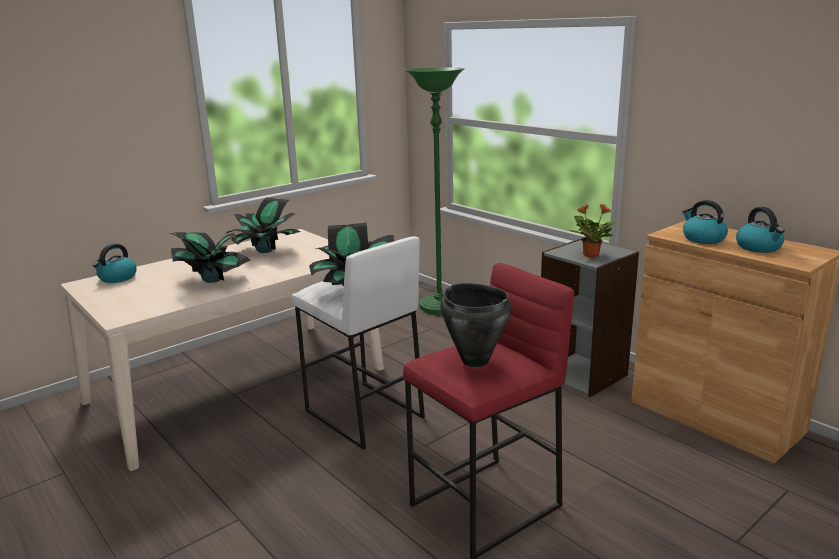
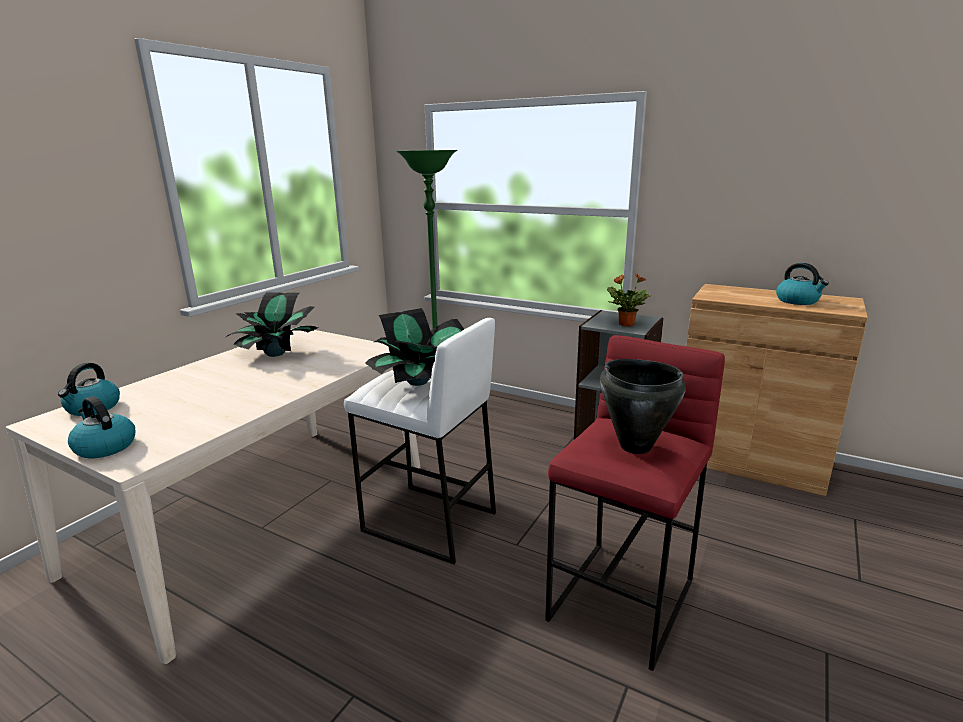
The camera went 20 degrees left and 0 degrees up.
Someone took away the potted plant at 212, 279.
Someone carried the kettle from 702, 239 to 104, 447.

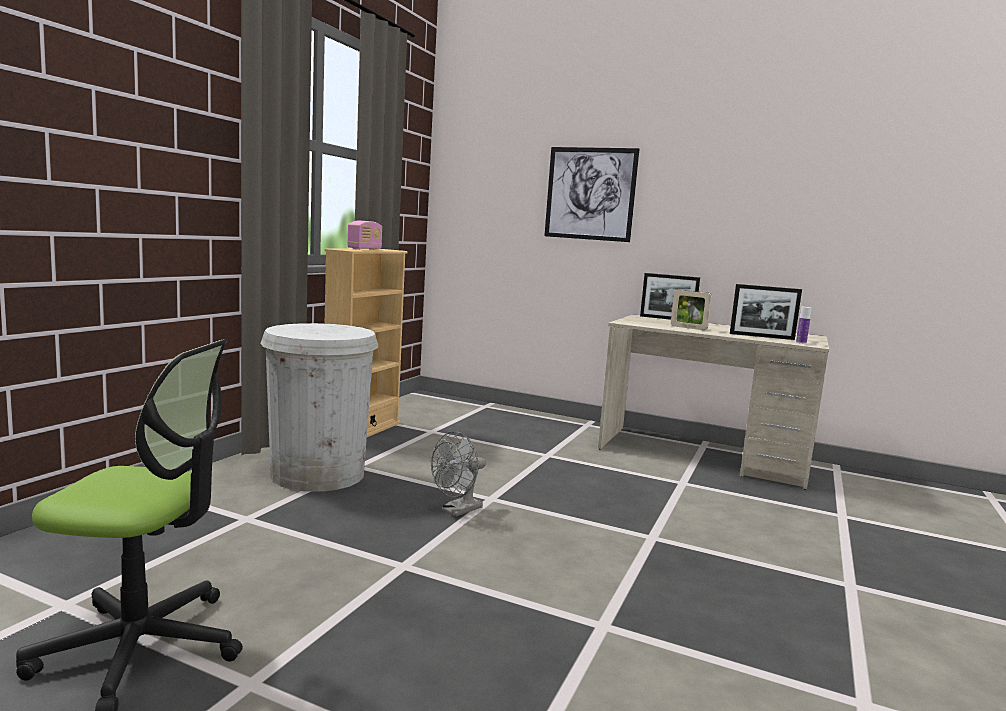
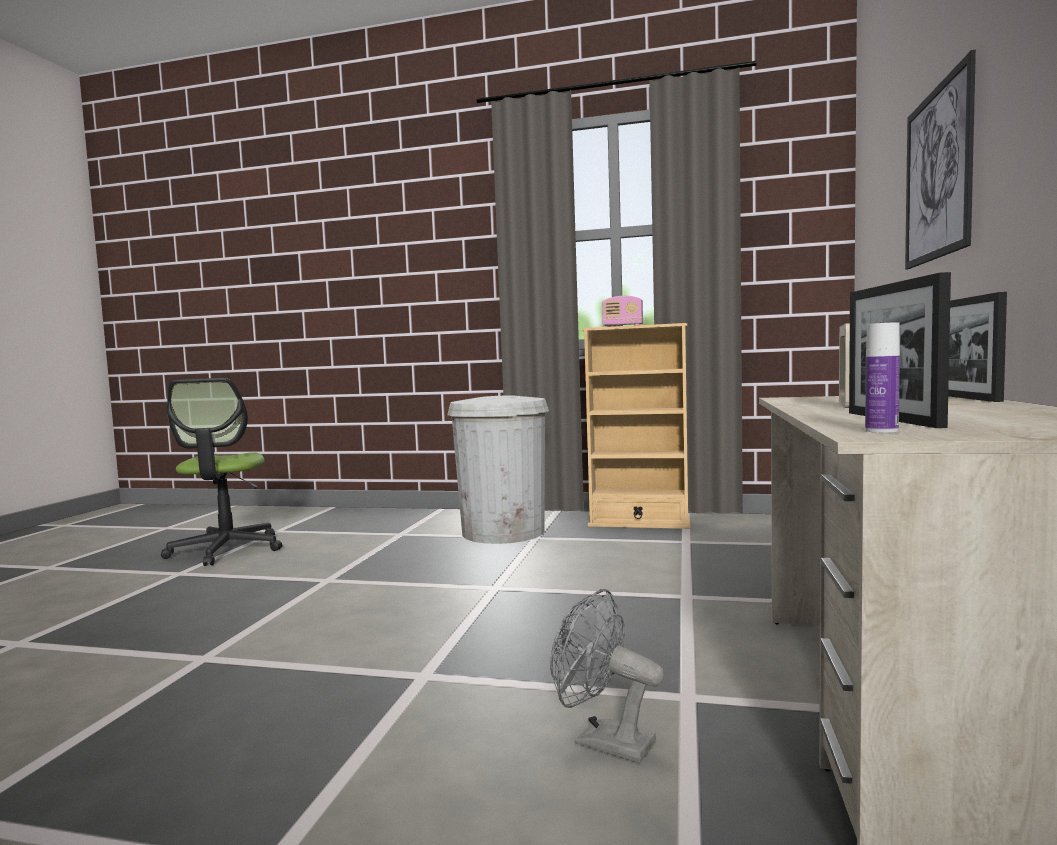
The camera went 80 degrees right and 5 degrees down.
Someone carried the fan/grey from 457, 511 to 603, 741.

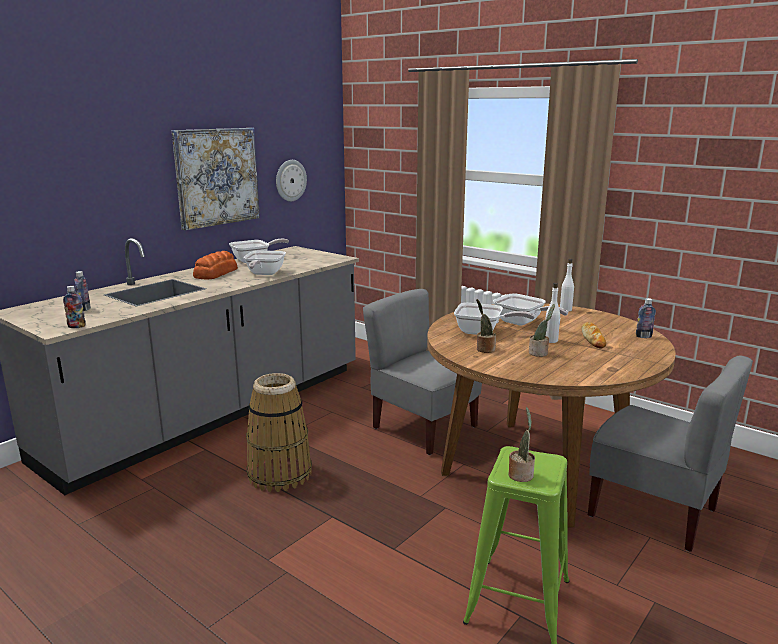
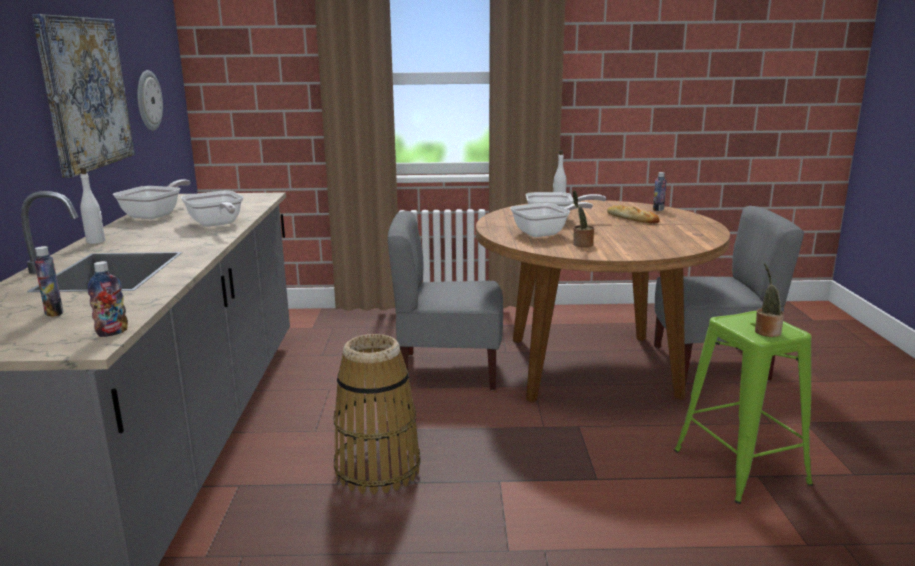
The camera went 40 degrees left and 0 degrees up.
Someone took away the bread at 215, 273.
Someone took away the potted plant at 539, 353.
Someone carried the bottle/white from 551, 340 to 96, 241.

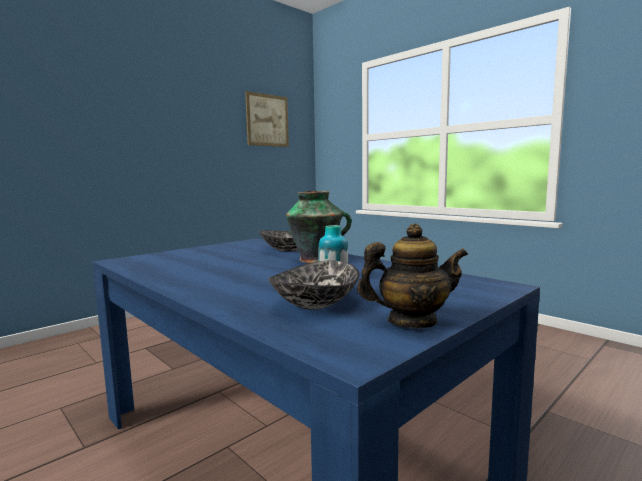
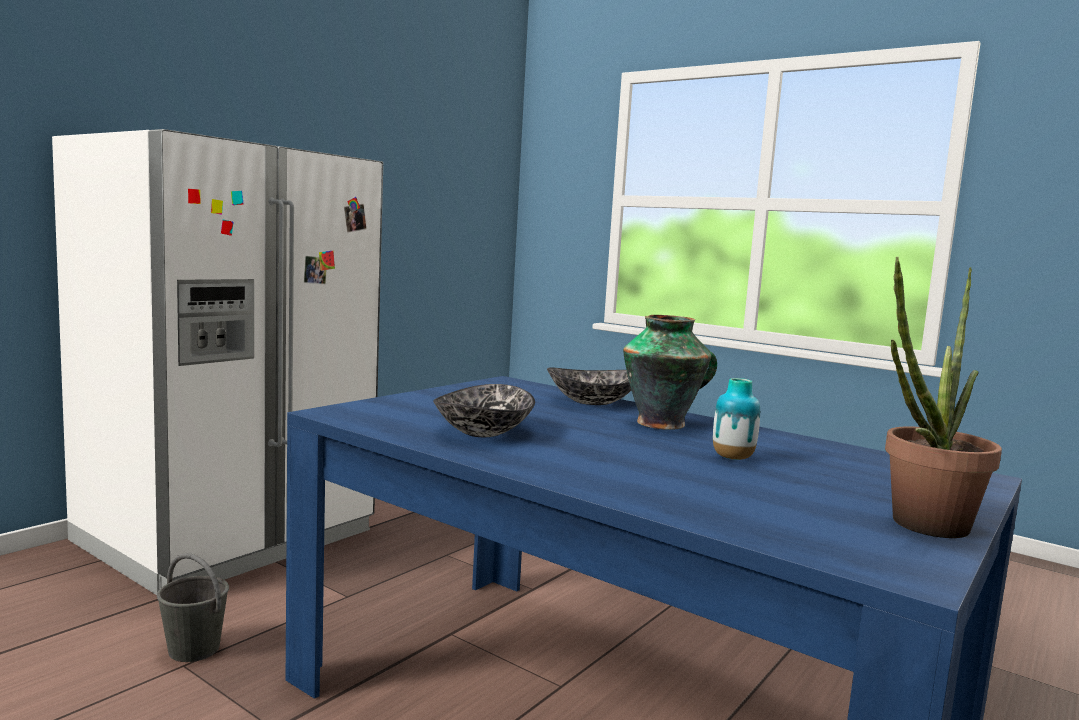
The camera went 10 degrees left and 0 degrees up.
Someone took away the picture at 267, 120.
Someone carried the bowl from 316, 304 to 484, 432.
Someone swapped the teapot at 411, 322 for the potted plant at 921, 527.
Someone put down the fridge/white at 227, 537.
Someone put down the bucket/grey at 193, 649.

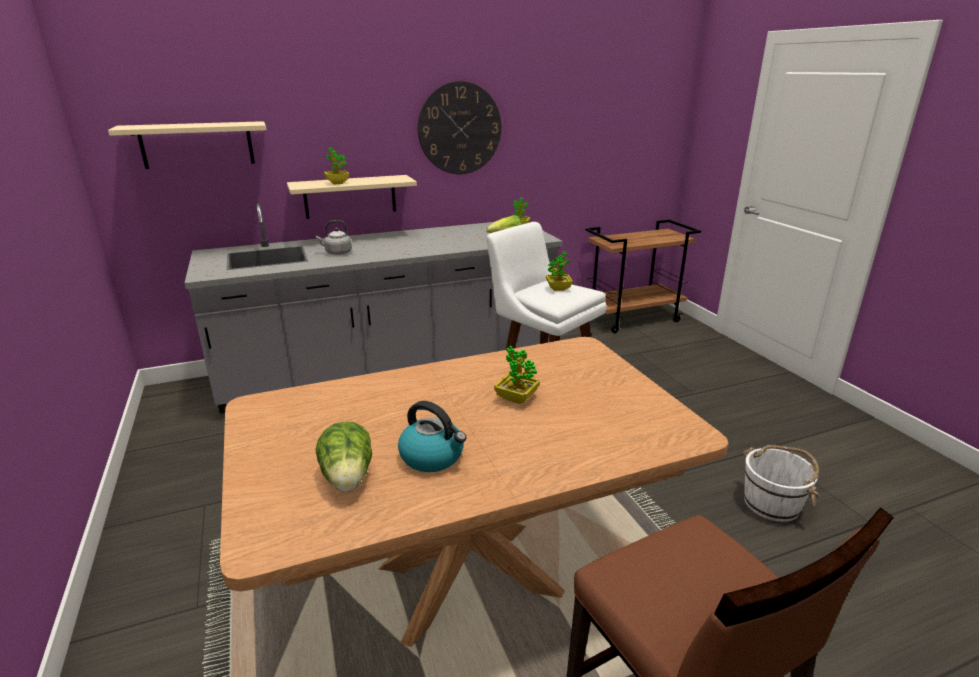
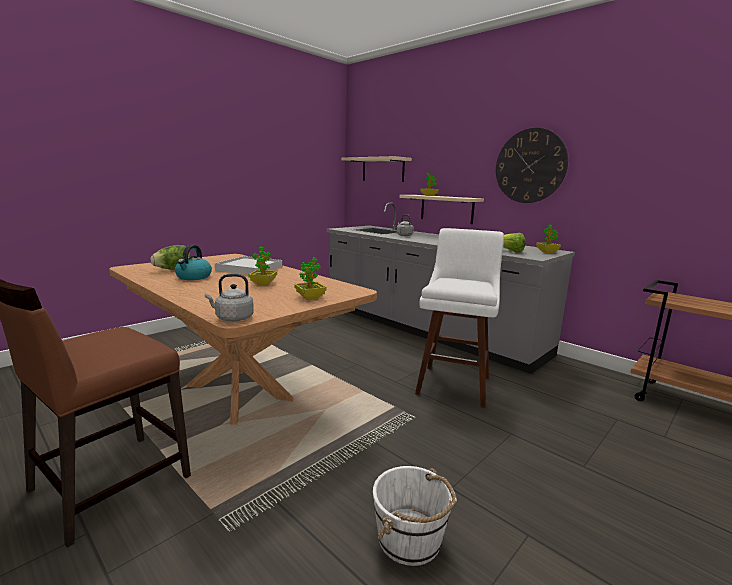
The camera went 65 degrees right and 10 degrees down.
Someone carried the potted plant from 558, 289 to 310, 297.
Someone put down the kettle/grey at 232, 318.
Someone put down the tray/white at 249, 268.

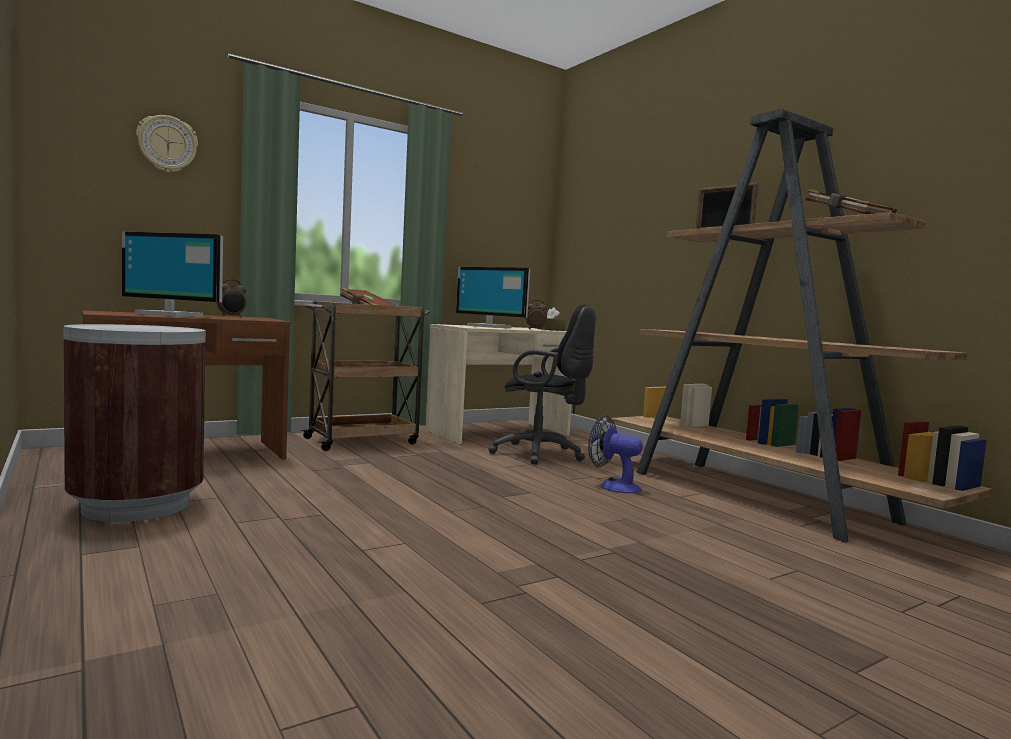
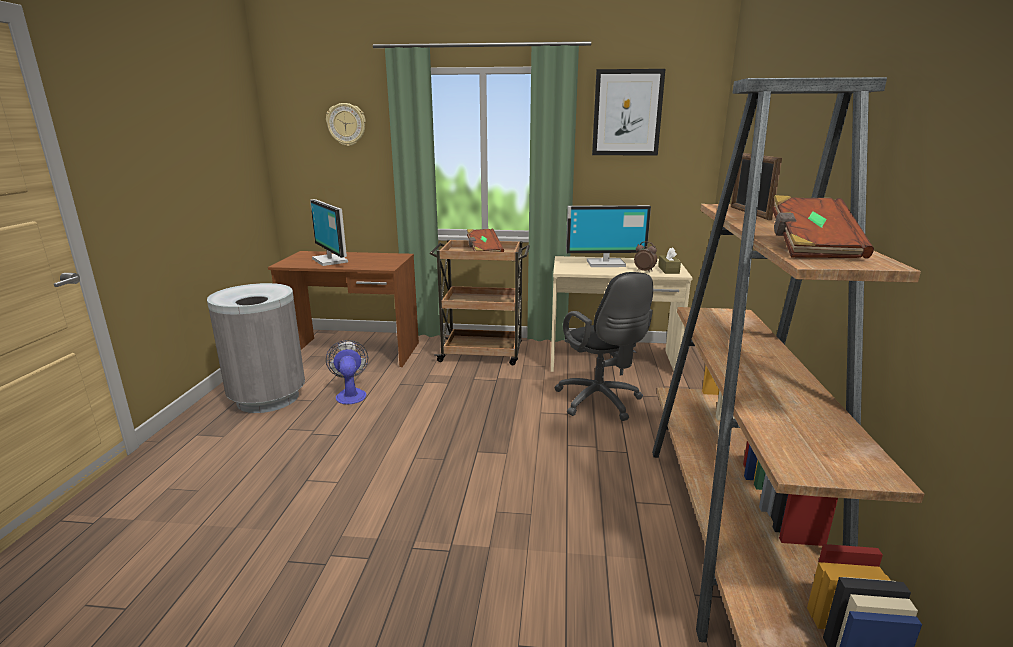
The camera went 40 degrees right and 15 degrees up.
Someone repainted the trash can/brown at 137, 506, which became the trash can/grey at 268, 398.
Someone took away the alarm clock at 231, 316.
Someone rotated the monitor at 490, 326 by 75 degrees counterclockwise.
Someone carried the fan from 613, 486 to 350, 394.
Someone put up the picture at 627, 113.

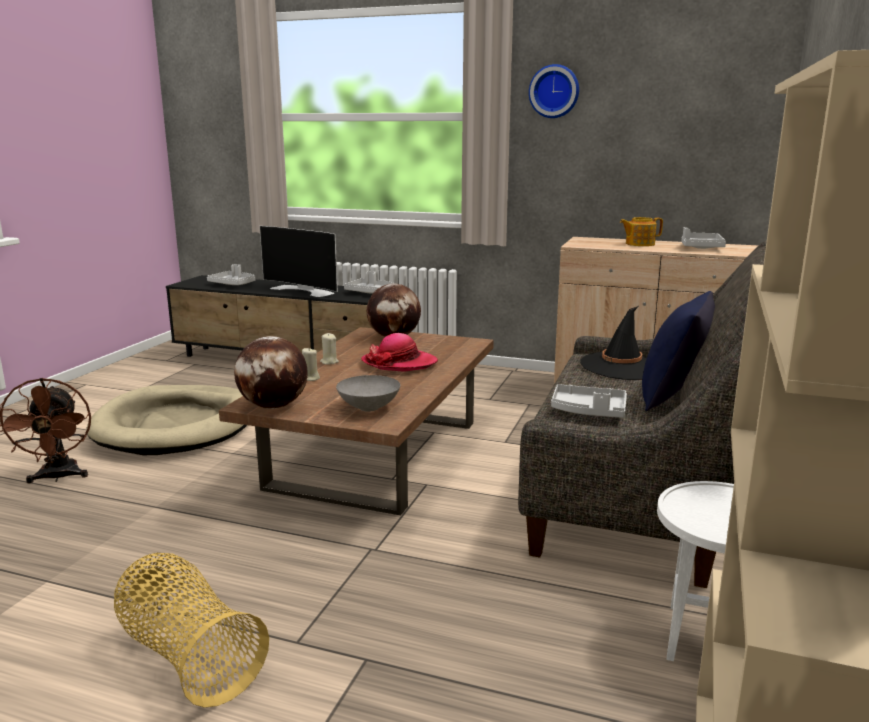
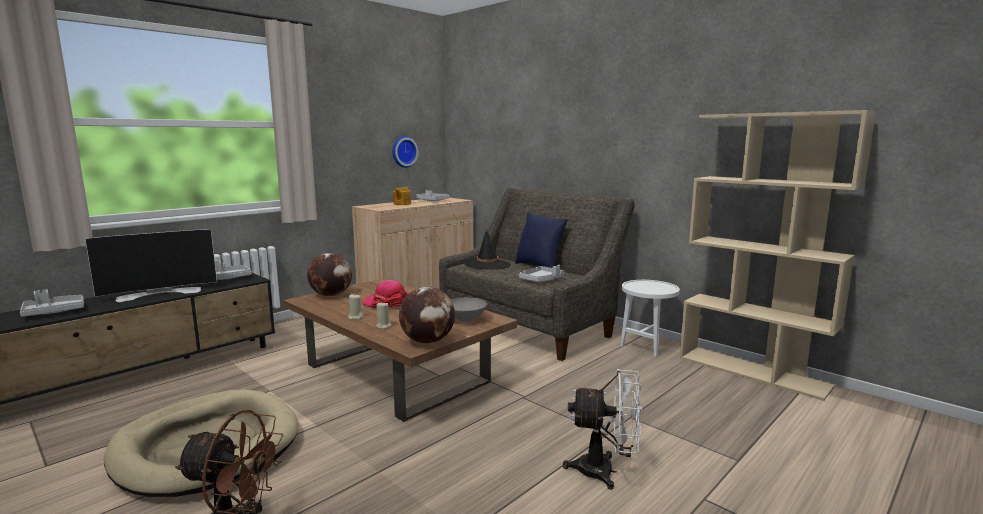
The camera went 65 degrees left and 5 degrees down.
Someone swapped the basket at 189, 657 for the fan/white at 605, 471.
Someone carried the wall clock from 554, 91 to 403, 151.

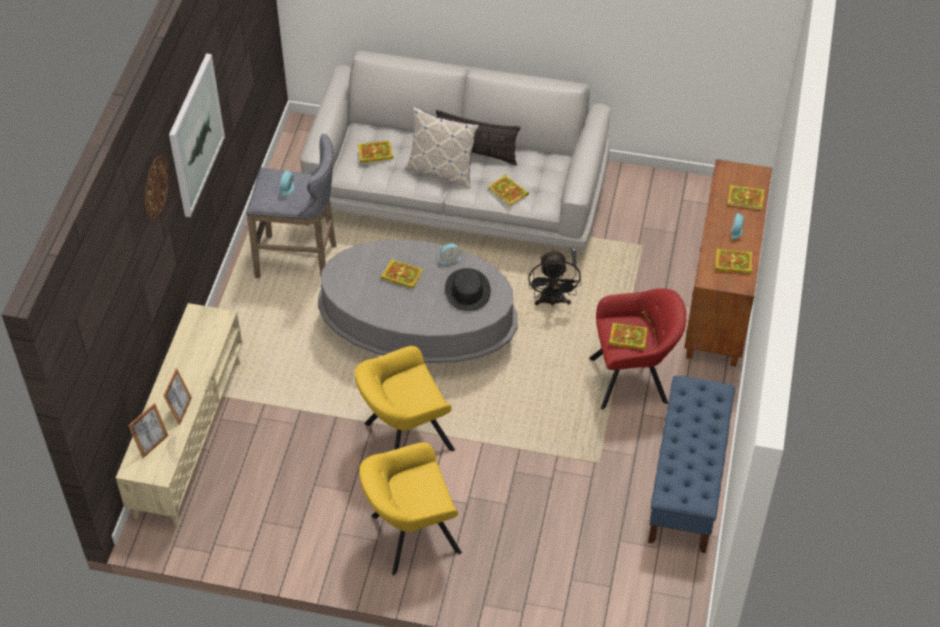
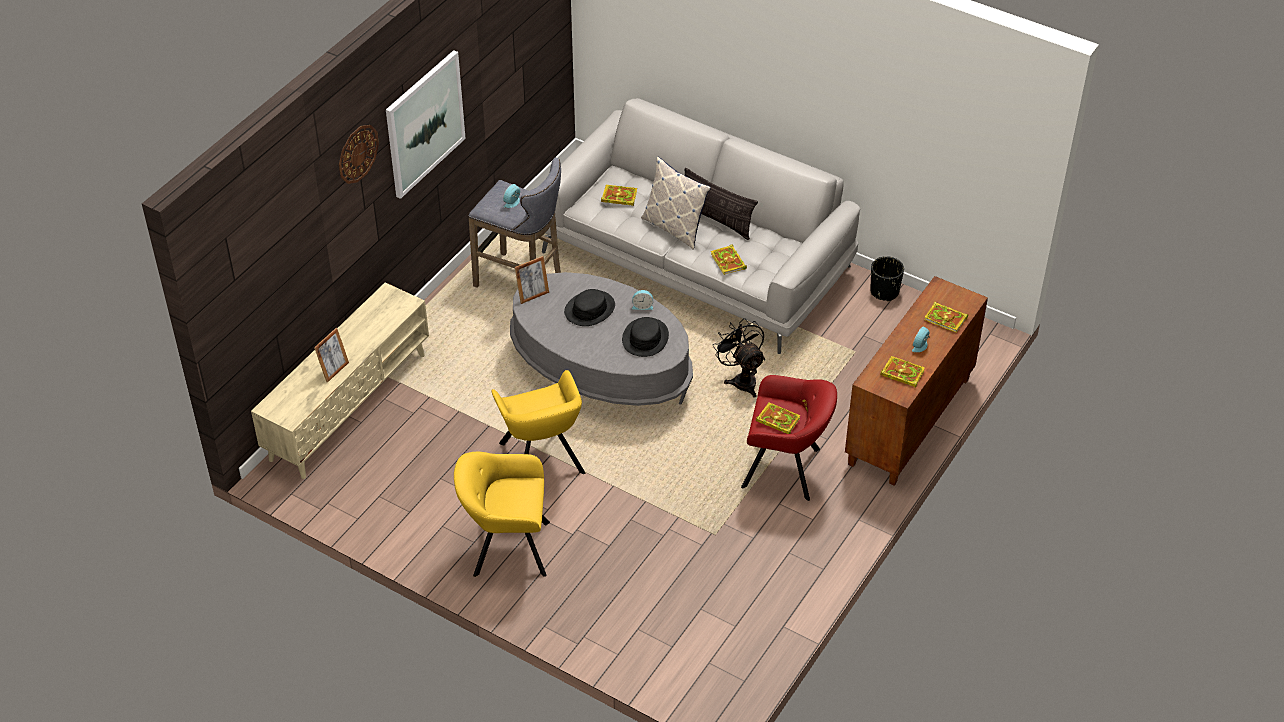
The camera went 20 degrees right and 5 degrees down.
Someone carried the picture frame from 152, 444 to 533, 295.
Someone rotated the armchair/yellow at 404, 438 by 105 degrees counterclockwise.
Someone swapped the book at 401, 275 for the hat/black at 589, 309.
Someone rotated the fan/black at 552, 301 by 135 degrees clockwise.
Someone took away the bench/blue at 687, 483.
Someone put down the planter/black at 884, 292.

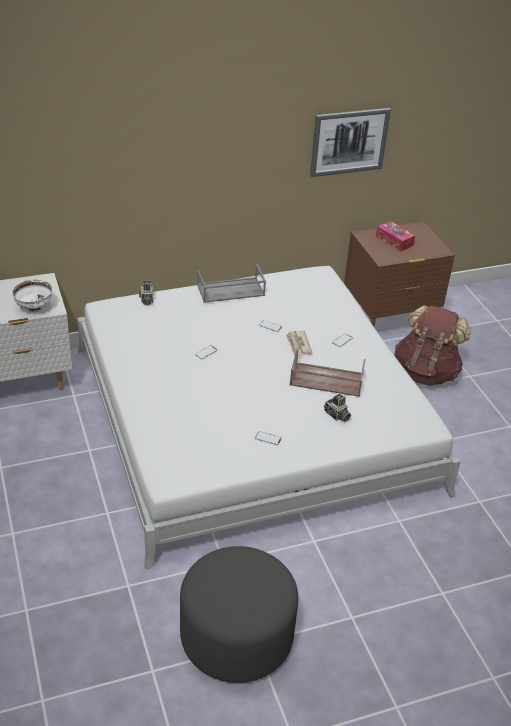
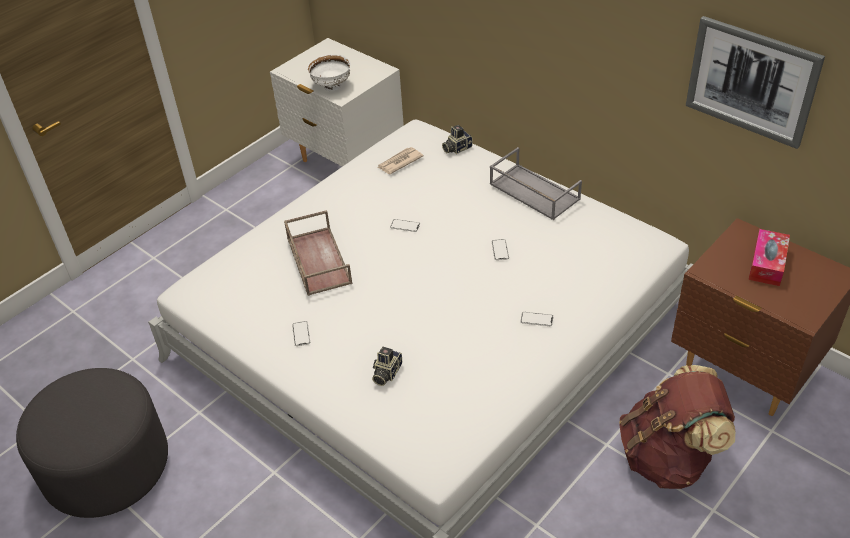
The camera went 65 degrees right and 5 degrees up.
Someone carried the newspaper from 298, 345 to 399, 162.
Someone carried the tray/brown from 325, 380 to 317, 260.

